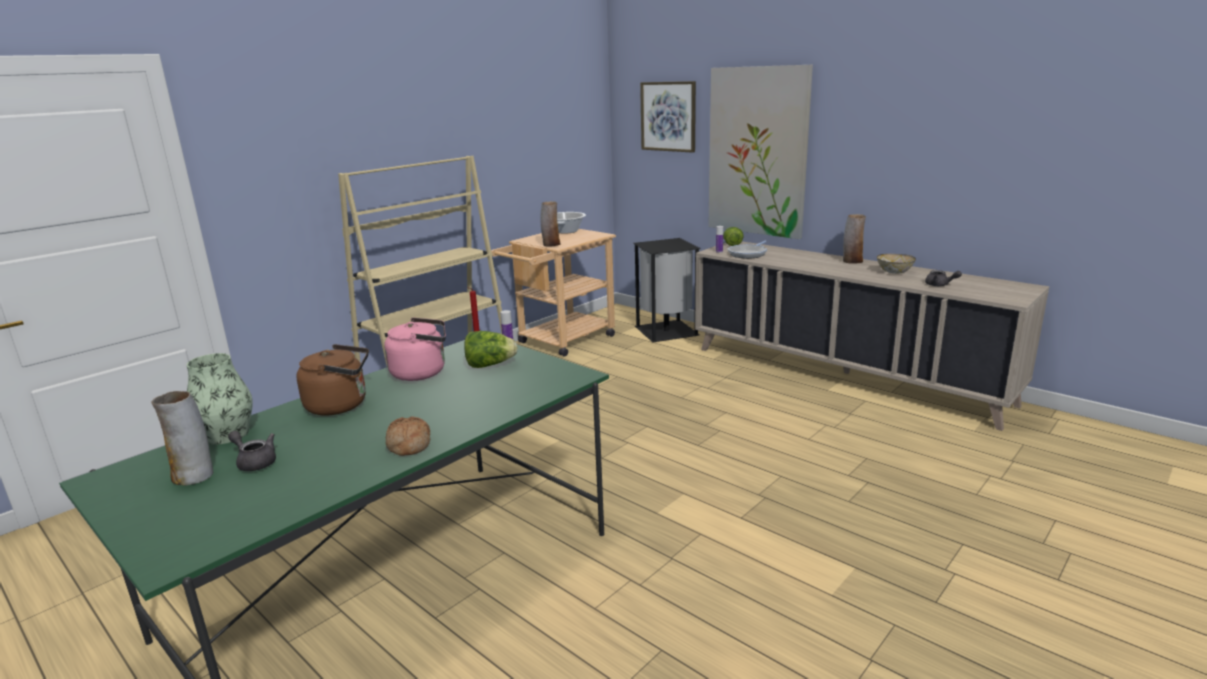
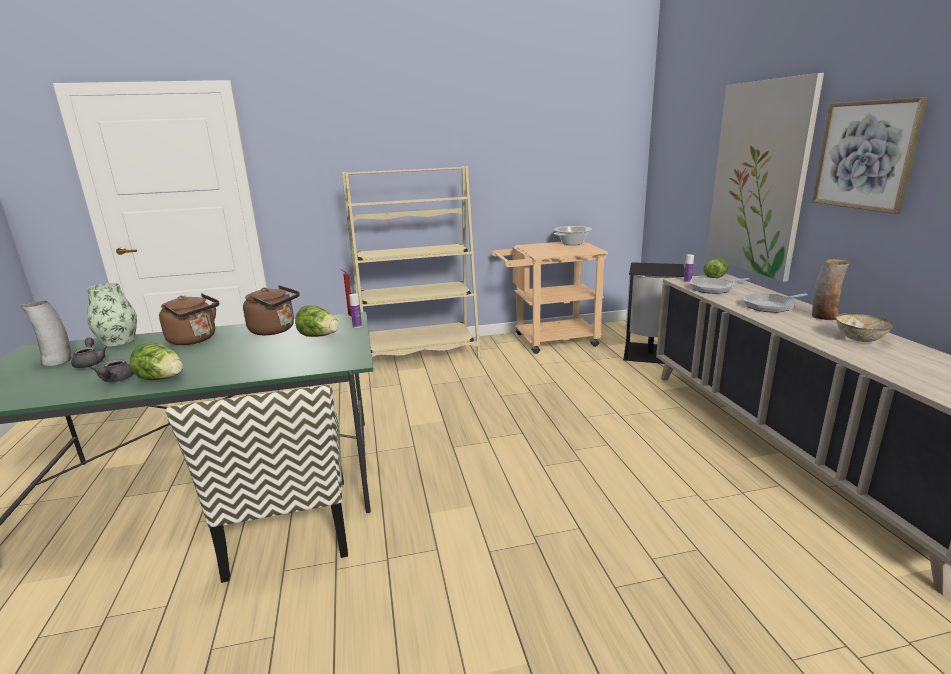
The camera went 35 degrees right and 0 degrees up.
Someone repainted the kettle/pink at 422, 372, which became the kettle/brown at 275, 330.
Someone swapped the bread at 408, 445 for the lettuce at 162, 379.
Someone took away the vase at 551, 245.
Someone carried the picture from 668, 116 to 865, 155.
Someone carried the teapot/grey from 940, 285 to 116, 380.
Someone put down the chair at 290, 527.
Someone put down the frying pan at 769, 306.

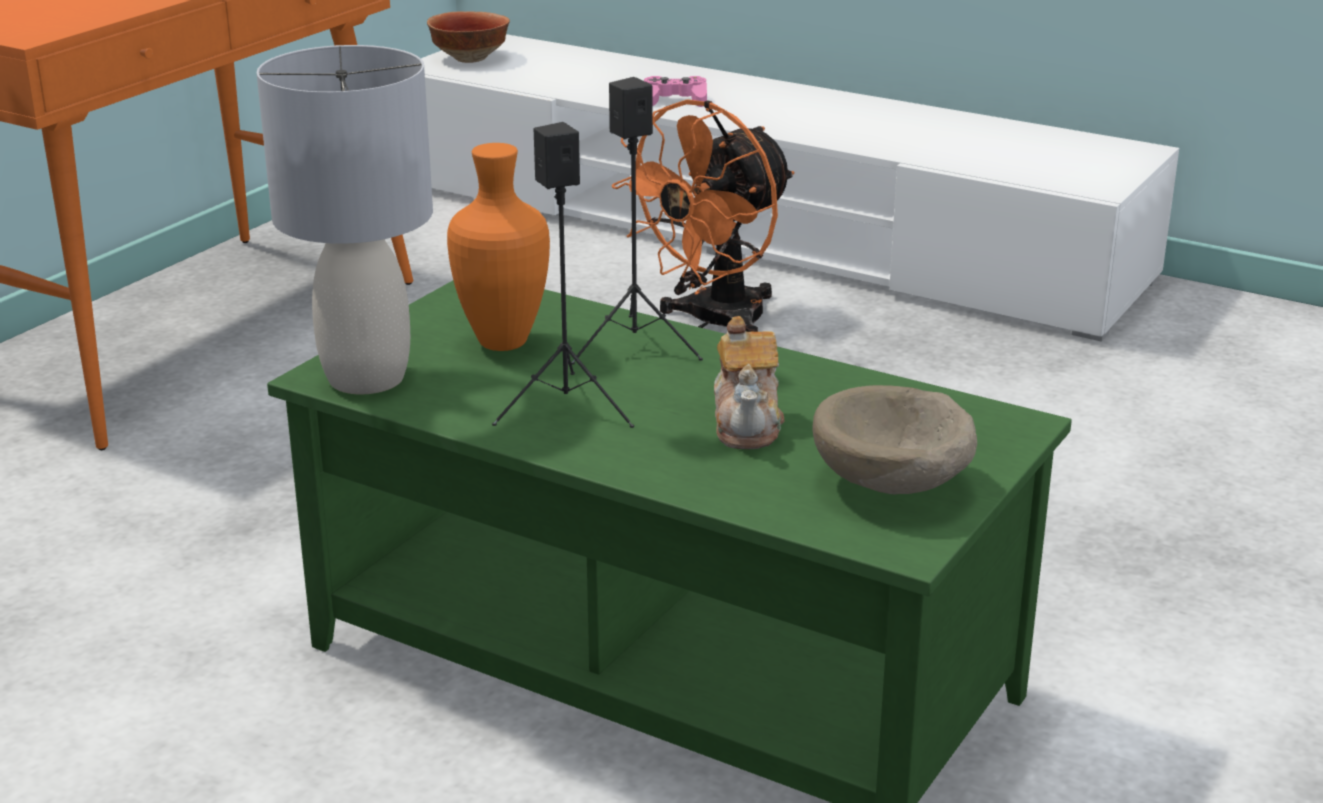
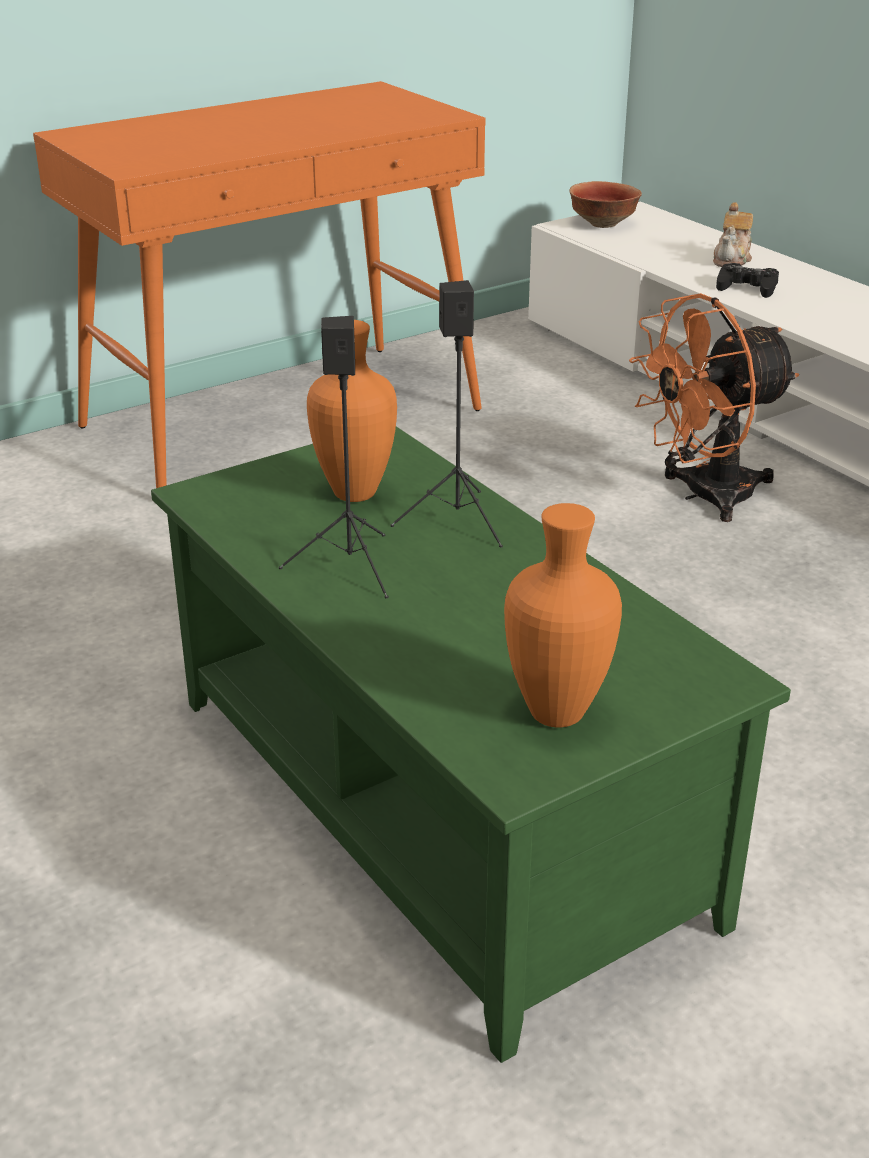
The camera went 25 degrees right and 5 degrees up.
Someone took away the table lamp/grey at 367, 378.
Someone repainted the game controller/pink at 675, 100, which became the game controller/black at 747, 288.
Someone carried the teapot from 748, 424 to 732, 259.
Someone swapped the bowl/beige at 893, 486 for the vase/orange at 556, 715.

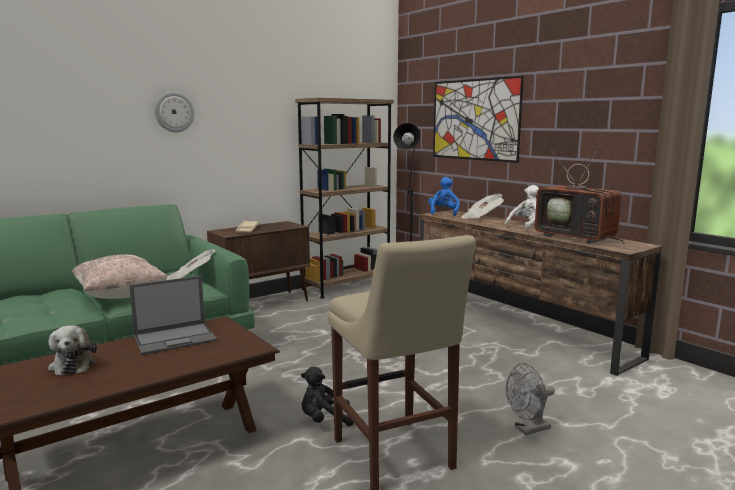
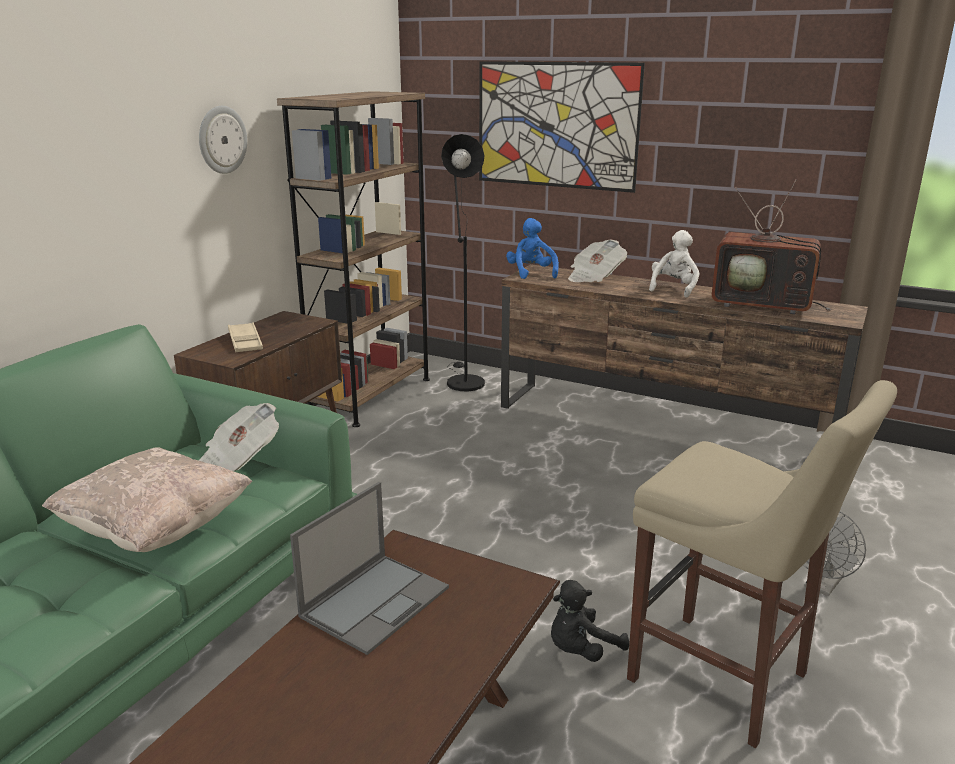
The camera went 25 degrees left and 10 degrees up.
Someone took away the plush toy at 73, 364.
Someone carried the wall clock from 174, 112 to 221, 140.

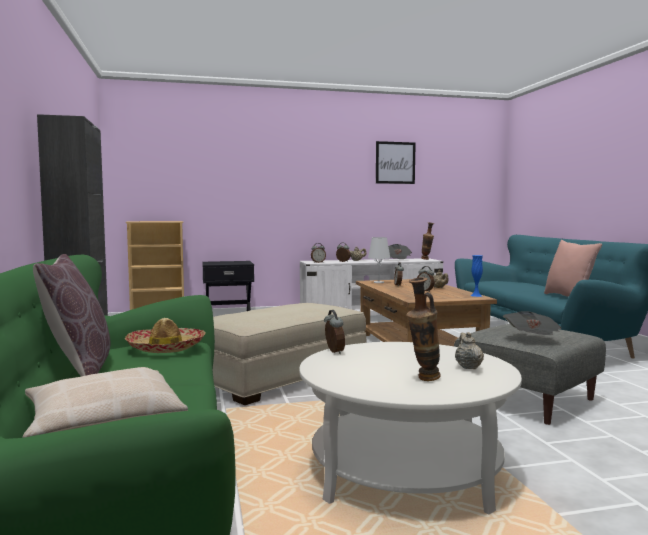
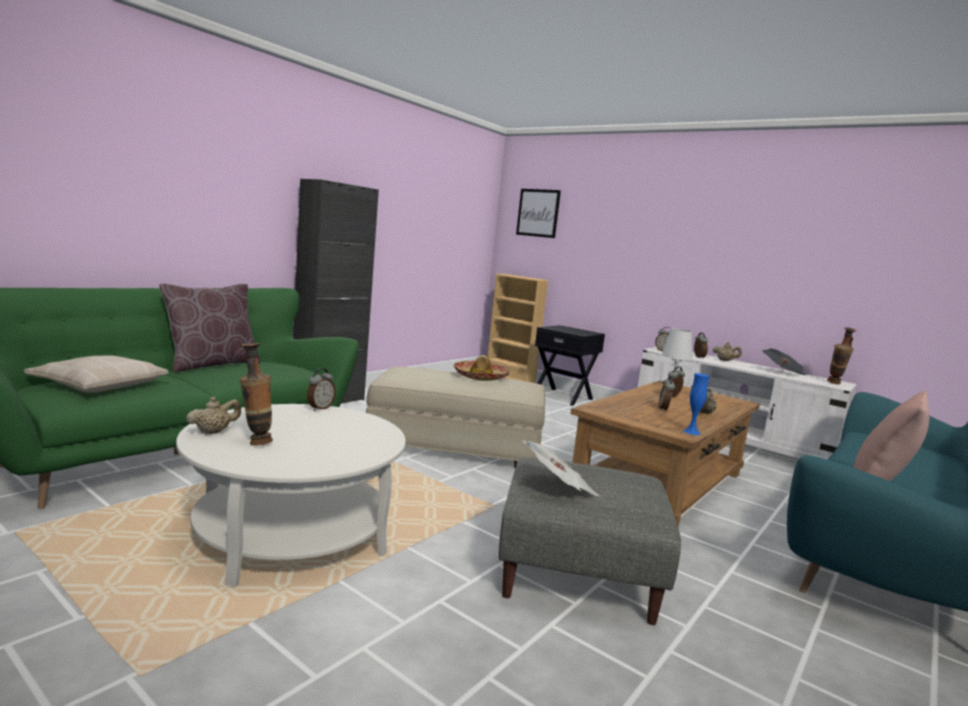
The camera went 50 degrees right and 5 degrees up.
Someone carried the hat from 166, 348 to 480, 377.
Someone carried the picture from 395, 162 to 538, 213.
Someone carried the teapot/beige from 468, 367 to 213, 432.

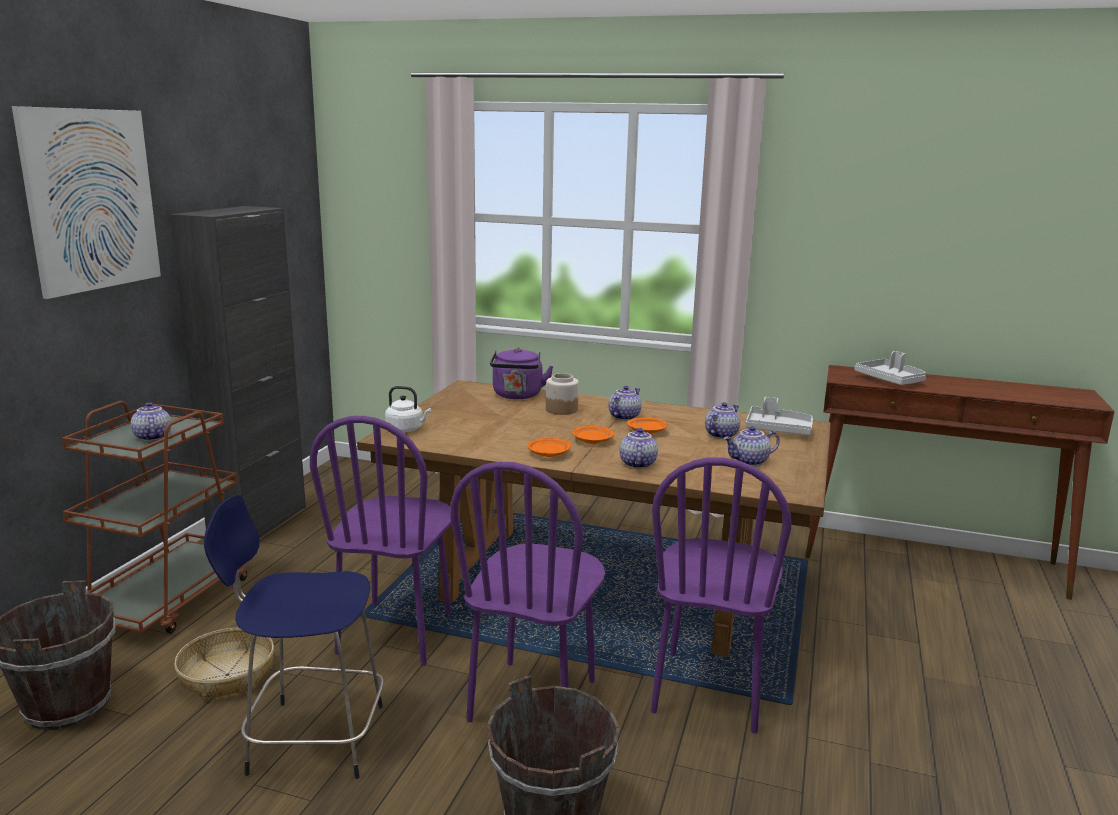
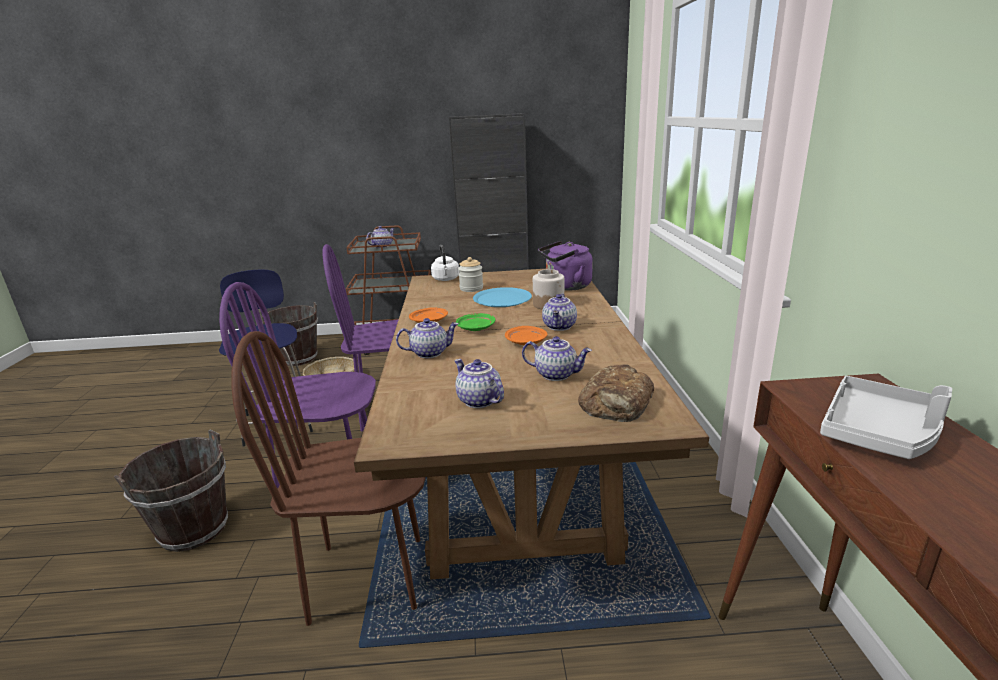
The camera went 70 degrees right and 5 degrees up.
Someone took away the picture at 92, 200.
Someone repainted the plate/orange at 592, 441, which became the plate/green at 476, 328.
Someone rotated the teapot at 623, 416 by 90 degrees clockwise.
Someone repainted the chair/purple at 709, 691, which became the chair/brown at 368, 577.
Someone swapped the tray/grey at 778, 430 for the bread at 617, 403.
Someone put down the jar at 471, 288.
Someone put down the plate/blue at 502, 299.

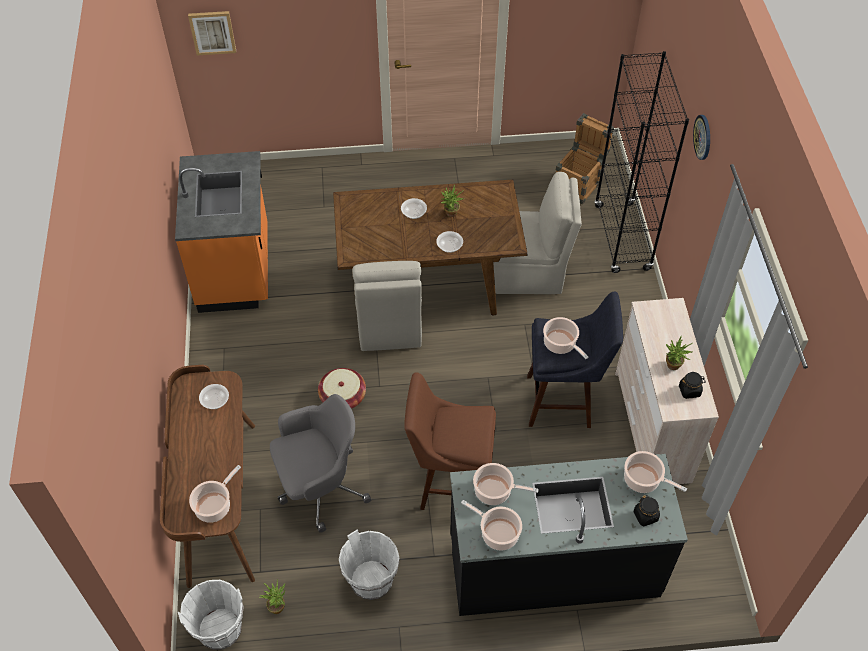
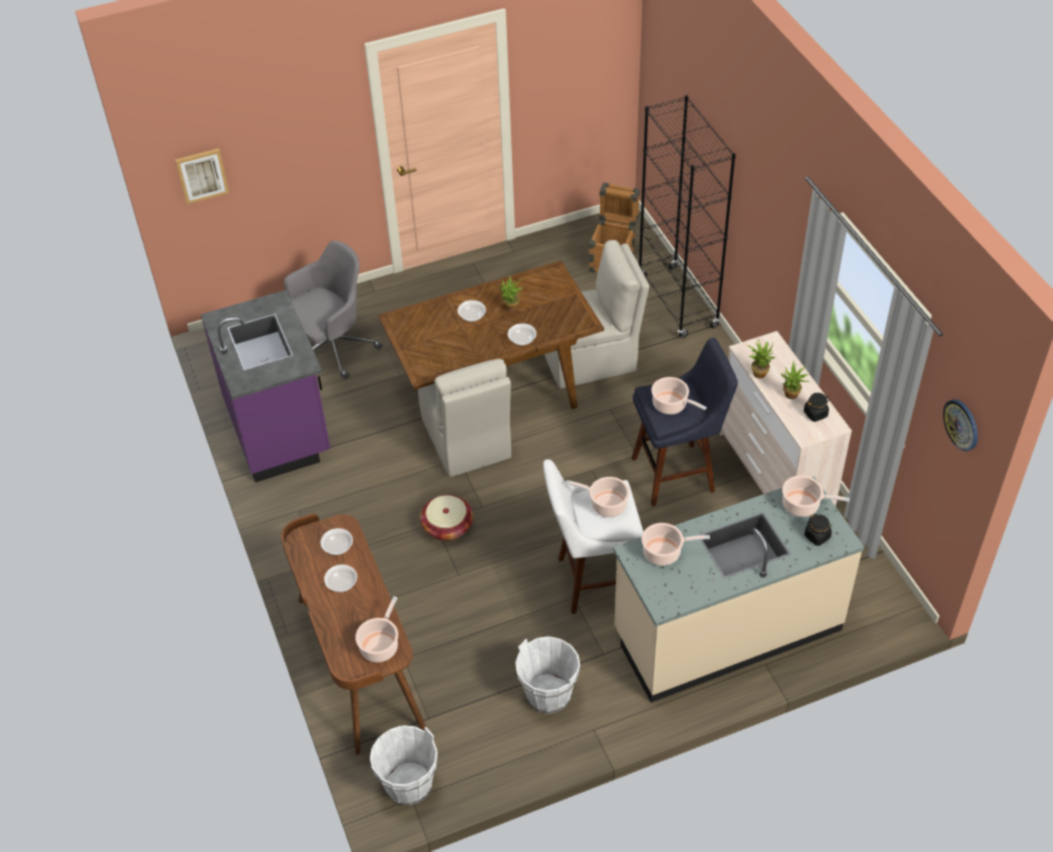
The camera went 15 degrees left and 5 degrees down.
Someone repainted the counter/orange at 236, 270, which became the counter/purple at 280, 429.
Someone carried the potted plant from 277, 605 to 758, 372.
Someone carried the office chair/grey from 320, 487 to 332, 348.
Someone repainted the stool/brown at 449, 483, which became the stool/white at 592, 581.
Someone repainted the counter/black at 553, 566, which became the counter/beige at 726, 630.
Someone carried the cooking pot from 497, 533 to 606, 504.
Someone carried the wall clock from 703, 137 to 961, 424.
Someone put down the bowl at 341, 583.

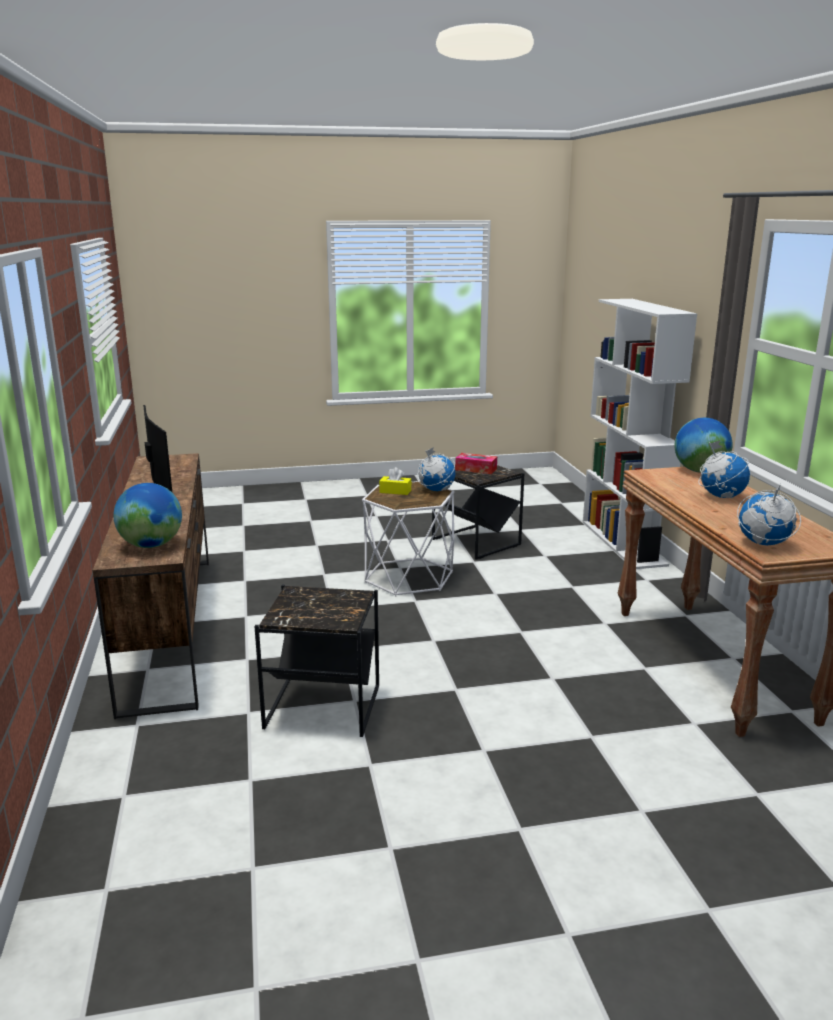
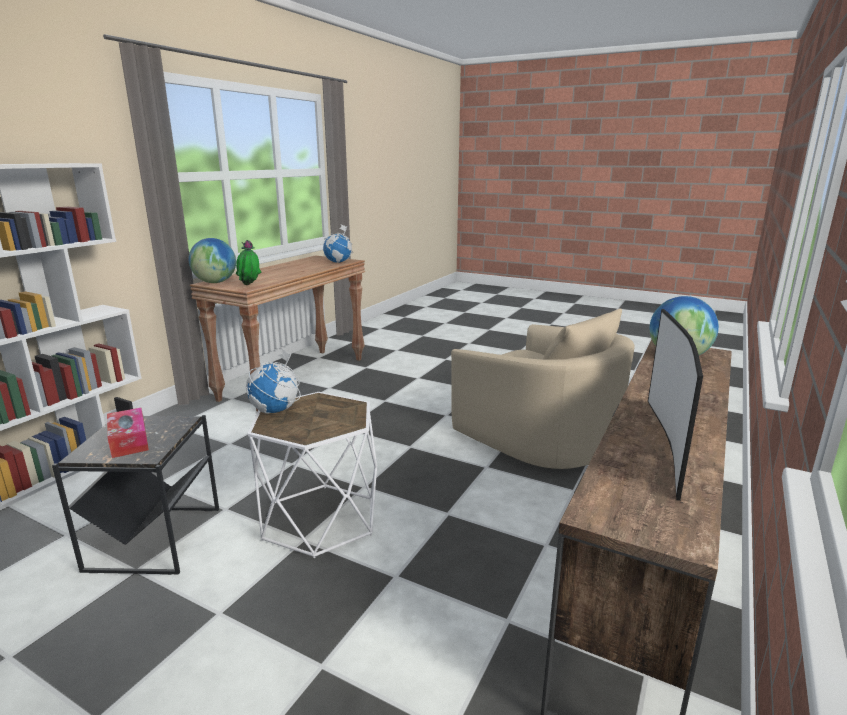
The camera went 140 degrees left and 0 degrees up.
Someone swapped the side table/black at 322, 707 for the armchair/beige at 540, 435.
Someone took away the tissue box/yellow at 395, 491.
Someone took away the globe at 721, 496.
Someone put down the potted plant at 249, 285.

